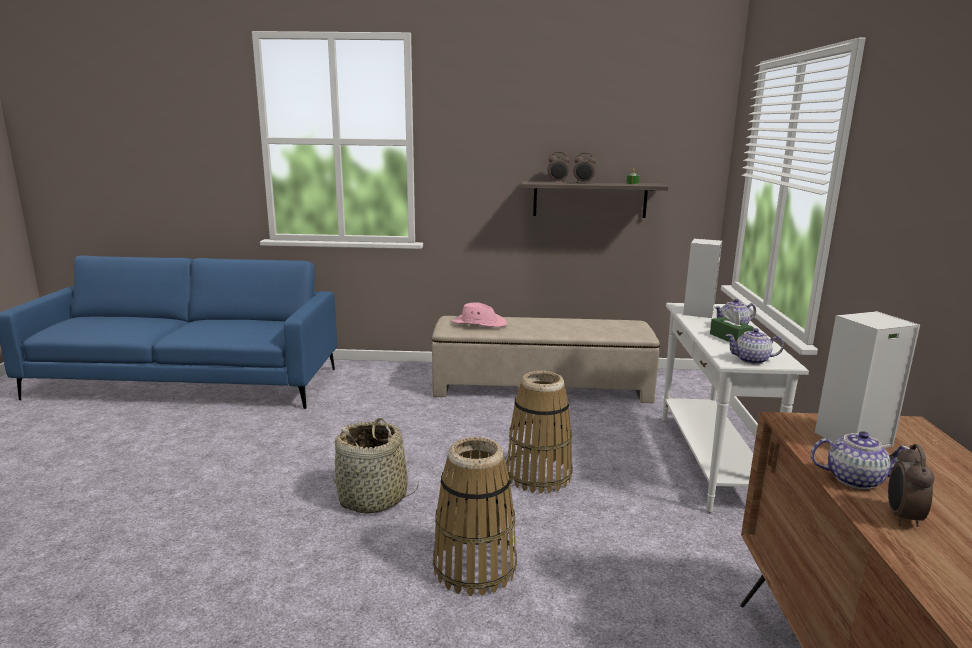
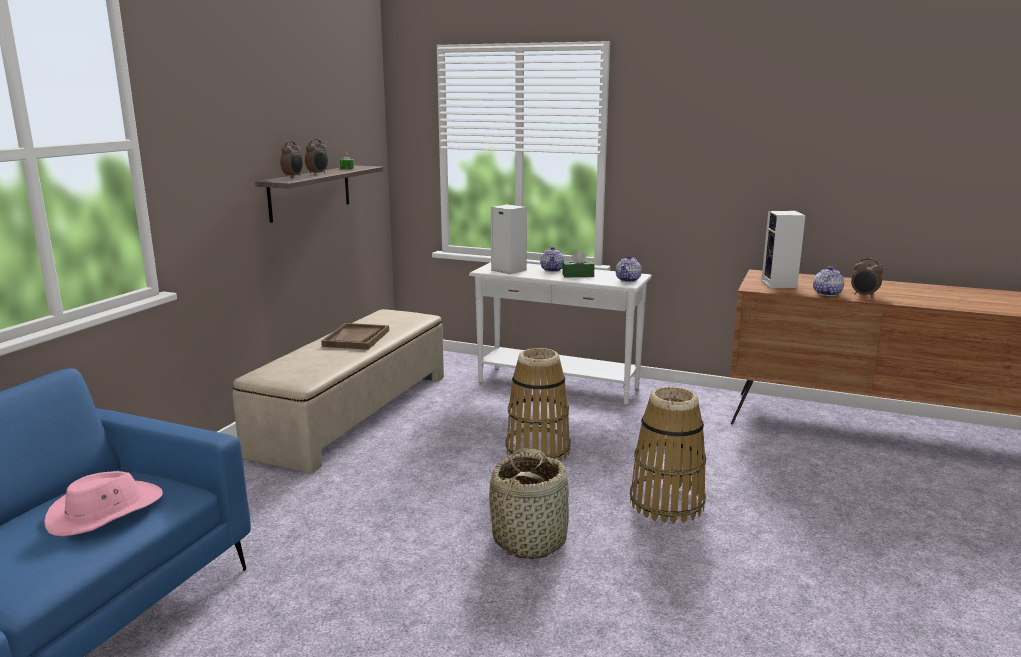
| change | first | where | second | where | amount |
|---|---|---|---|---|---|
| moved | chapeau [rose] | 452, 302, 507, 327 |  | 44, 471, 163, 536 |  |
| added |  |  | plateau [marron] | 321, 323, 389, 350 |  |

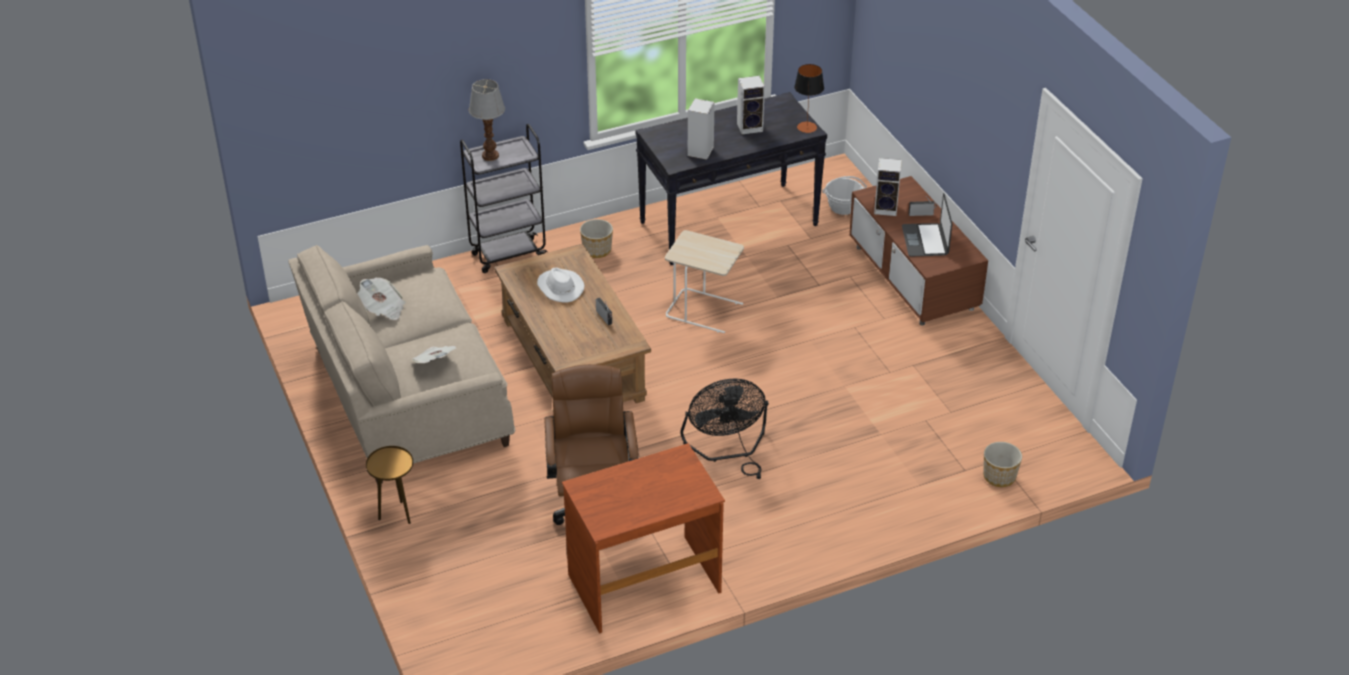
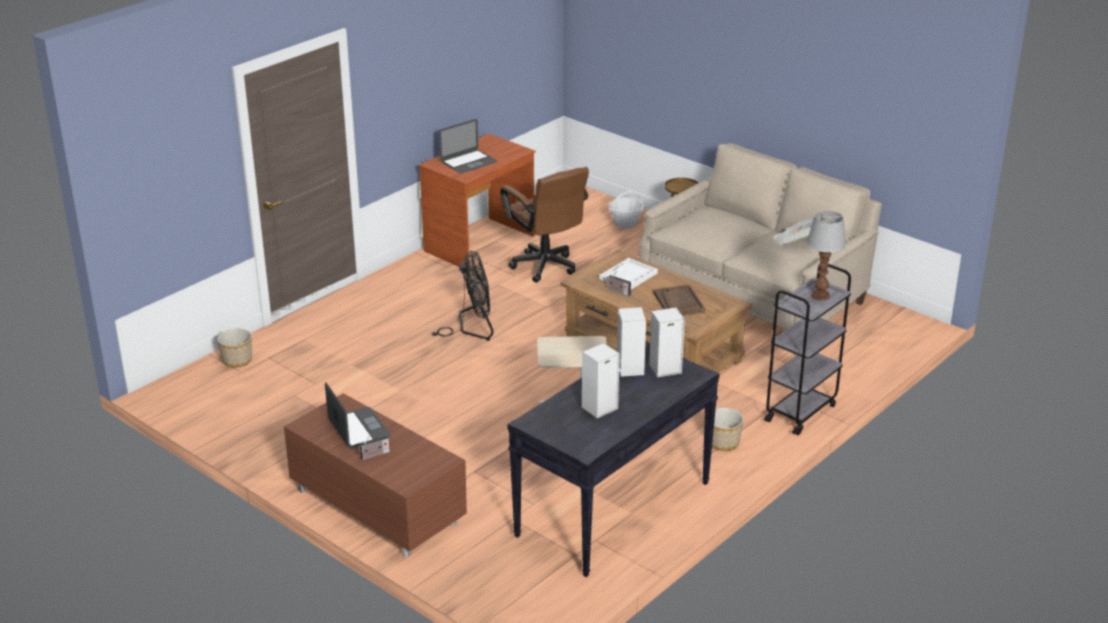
| change | first | where | second | where | amount |
|---|---|---|---|---|---|
| removed | journal | 412, 346, 456, 363 |  |  |  |
| replaced | chapeau [blanc] | 537, 268, 585, 302 | plateau [marron] | 653, 285, 705, 316 |  |
| turned | ventilateur [noir] | 680, 379, 769, 479 |  | 431, 251, 493, 341 | 60 degrees counterclockwise |
| removed | lampe de table | 794, 64, 824, 133 |  |  |  |
| moved | panier | 822, 176, 867, 215 |  | 608, 191, 644, 228 |  |
| moved | enceinte | 874, 158, 902, 216 |  | 649, 307, 685, 378 |  |
| added |  |  | ordinateur portable | 439, 119, 497, 173 |  |
| added |  |  | plateau [blanc] | 599, 258, 658, 289 |  |

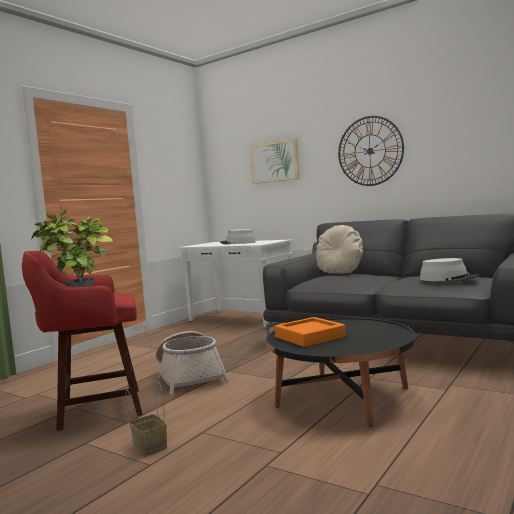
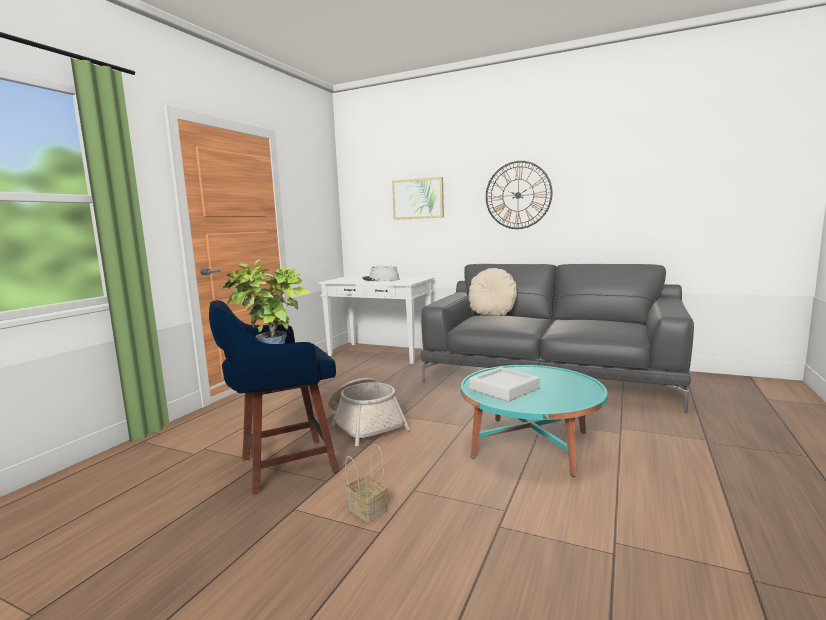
| change | first | where | second | where | amount |
|---|---|---|---|---|---|
| recoloured | tabouret [rouge] | 22, 251, 143, 431 | tabouret [bleu] | 209, 300, 339, 495 |  |
| recoloured | table basse [noir] | 266, 318, 416, 426 | table basse [turquoise] | 461, 365, 607, 477 |  |
| recoloured | plateau [orange] | 275, 317, 346, 347 | plateau [gris] | 469, 367, 540, 402 |  |
| removed | chapeau [gris] | 420, 258, 480, 282 |  |  |  |

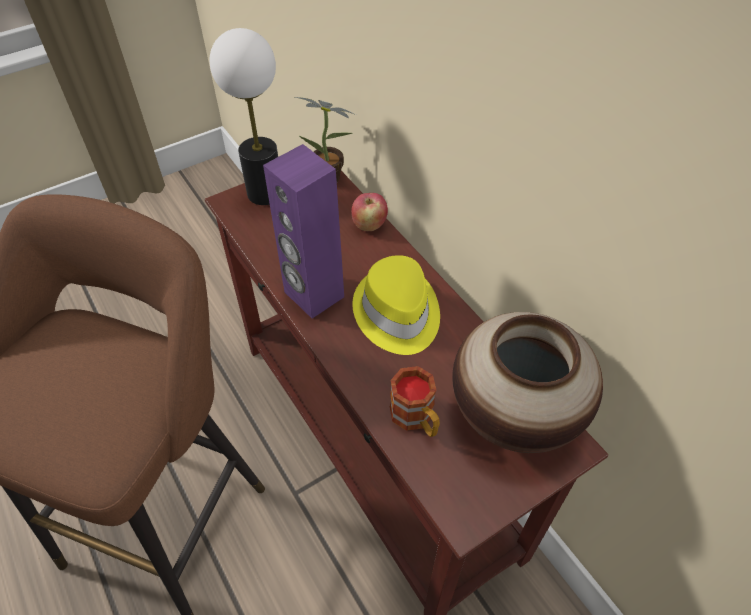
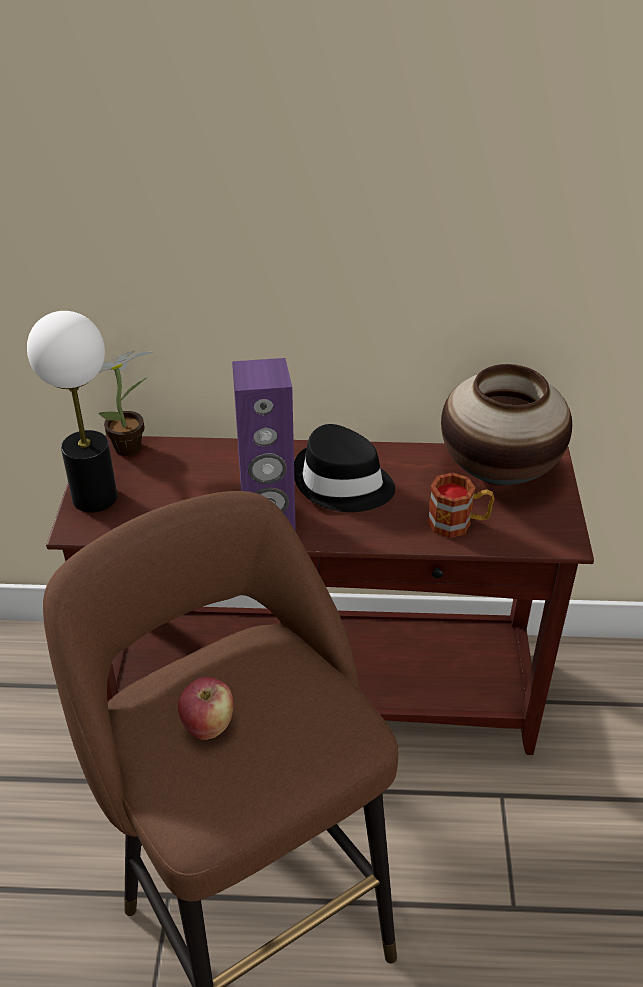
| change | first | where | second | where | amount |
|---|---|---|---|---|---|
| moved | pomme | 351, 193, 388, 231 |  | 178, 677, 233, 740 |  |
| recoloured | chapeau [jaune] | 352, 255, 440, 355 | chapeau [noir] | 294, 424, 395, 512 |  |

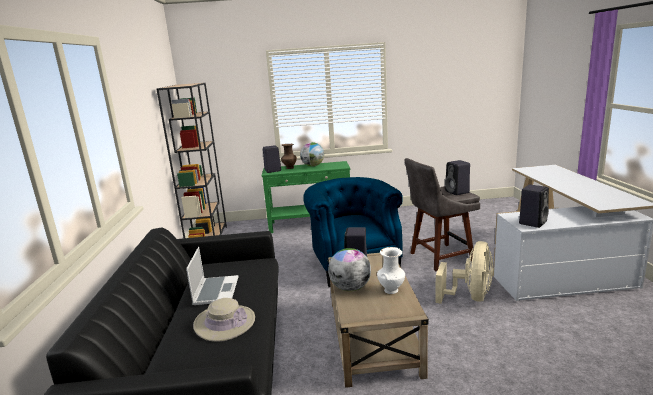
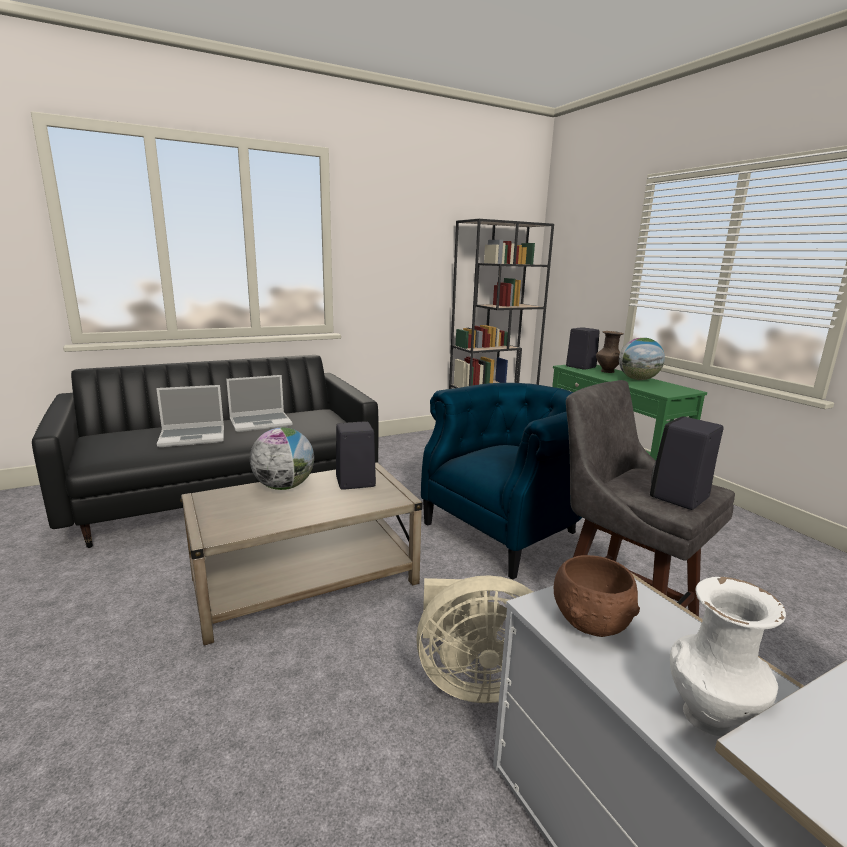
| change | first | where | second | where | amount |
|---|---|---|---|---|---|
| replaced | chapeau [beige] | 193, 298, 255, 342 | ordinateur portable | 156, 385, 224, 447 |  |
| moved | vase [blanc] | 377, 247, 405, 294 |  | 670, 577, 786, 737 |  |
| replaced | enceinte [noir] | 519, 185, 549, 228 | bol [marron] | 554, 555, 640, 637 |  |

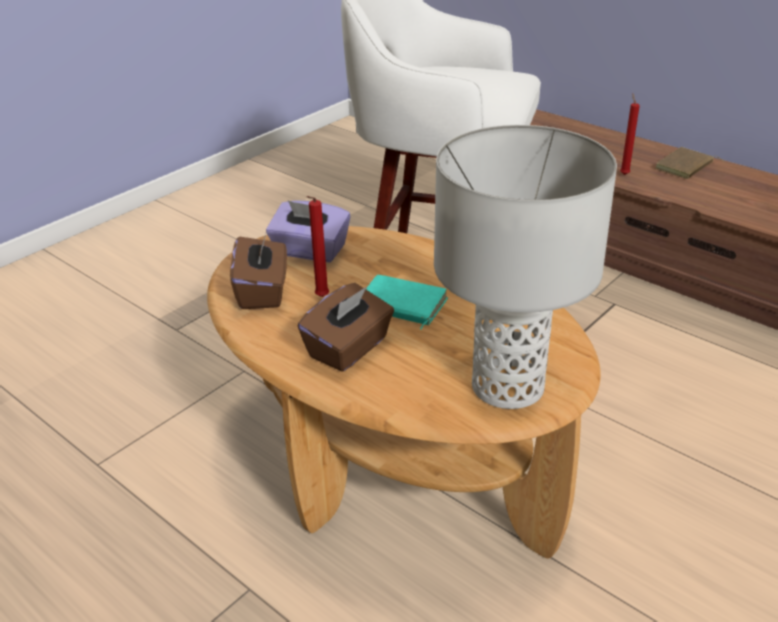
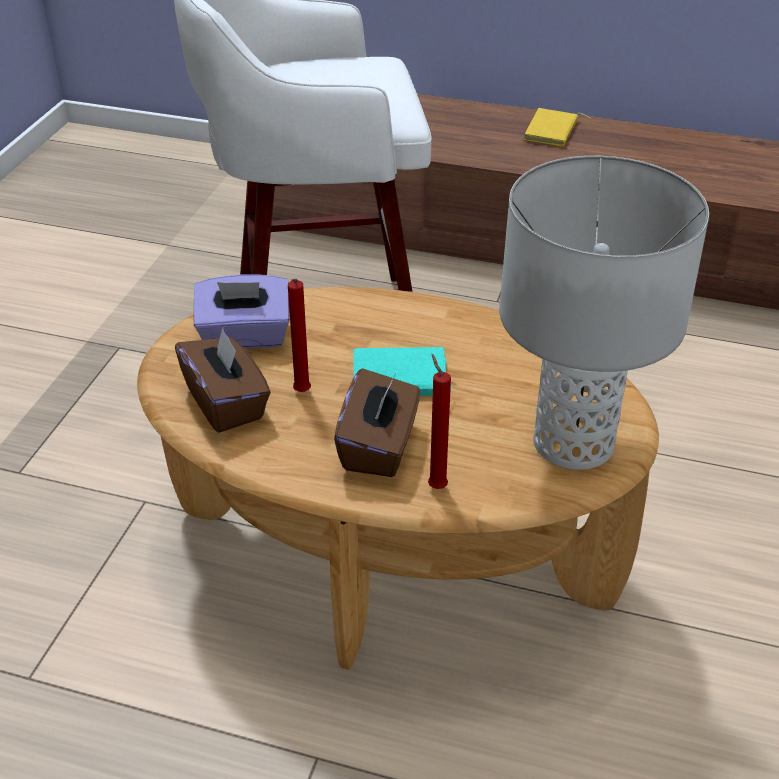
| change | first | where | second | where | amount |
|---|---|---|---|---|---|
| moved | bougie [rouge] | 620, 94, 640, 175 |  | 428, 354, 451, 489 |  |
| recoloured | livre [marron] | 655, 147, 725, 179 | livre [jaune] | 523, 108, 590, 147 |  |

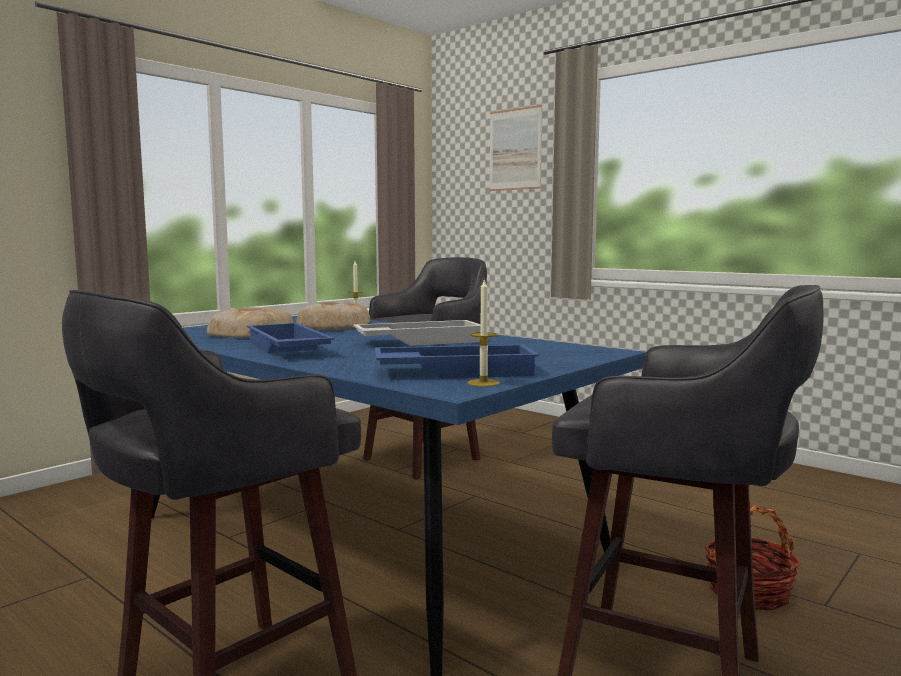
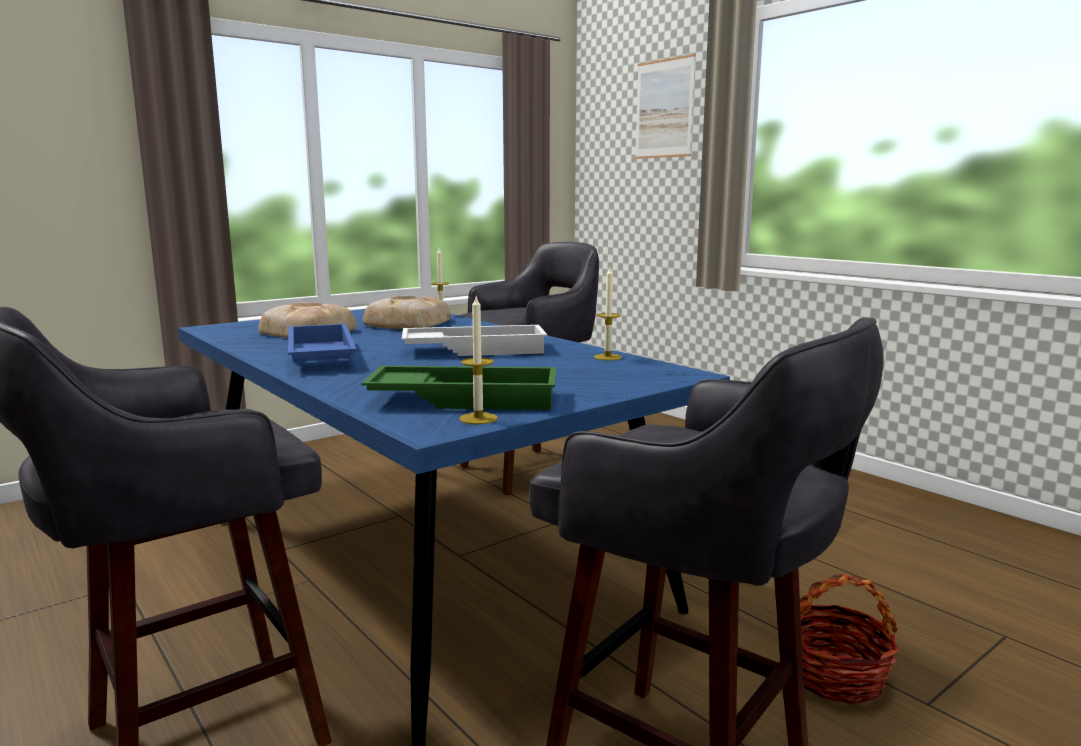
| change | first | where | second | where | amount |
|---|---|---|---|---|---|
| recoloured | plateau [bleu] | 375, 344, 539, 378 | plateau [vert] | 361, 366, 556, 410 |  |
| added |  |  | bougie | 594, 268, 622, 360 |  |

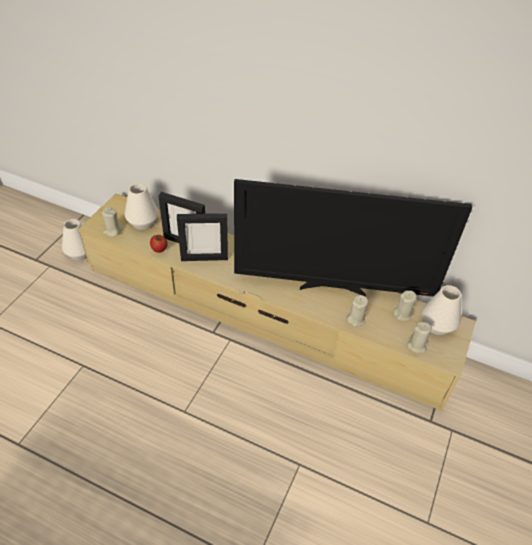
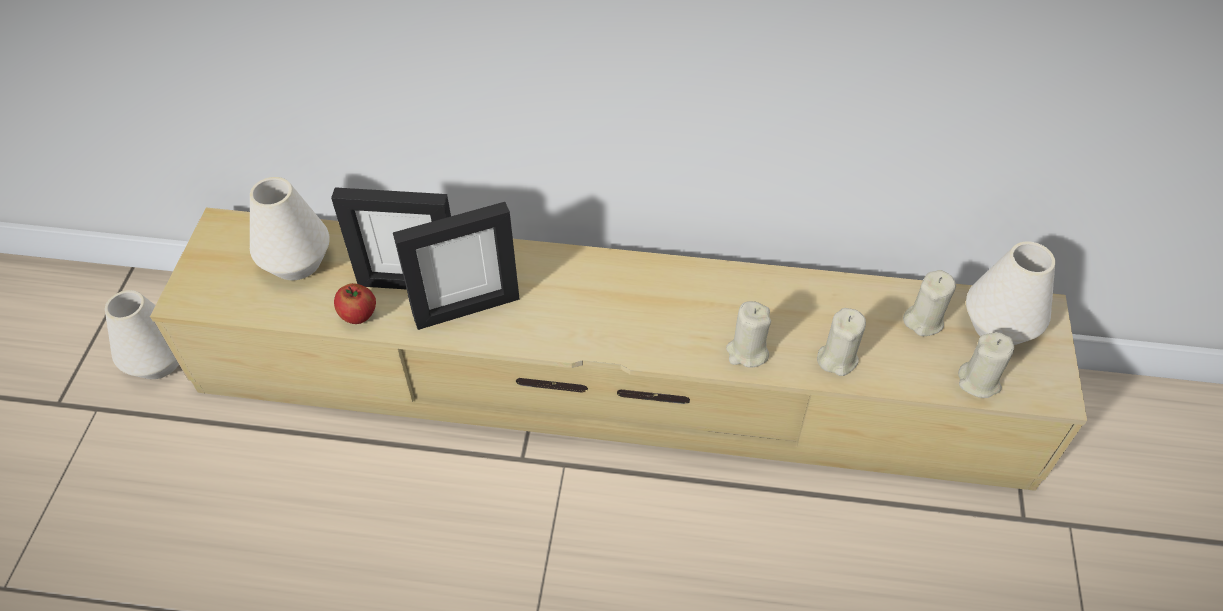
| change | first | where | second | where | amount |
|---|---|---|---|---|---|
| moved | bougie [beige] | 102, 207, 122, 237 |  | 726, 301, 771, 368 |  |
| removed | téléviseur | 234, 179, 472, 297 |  |  |  |

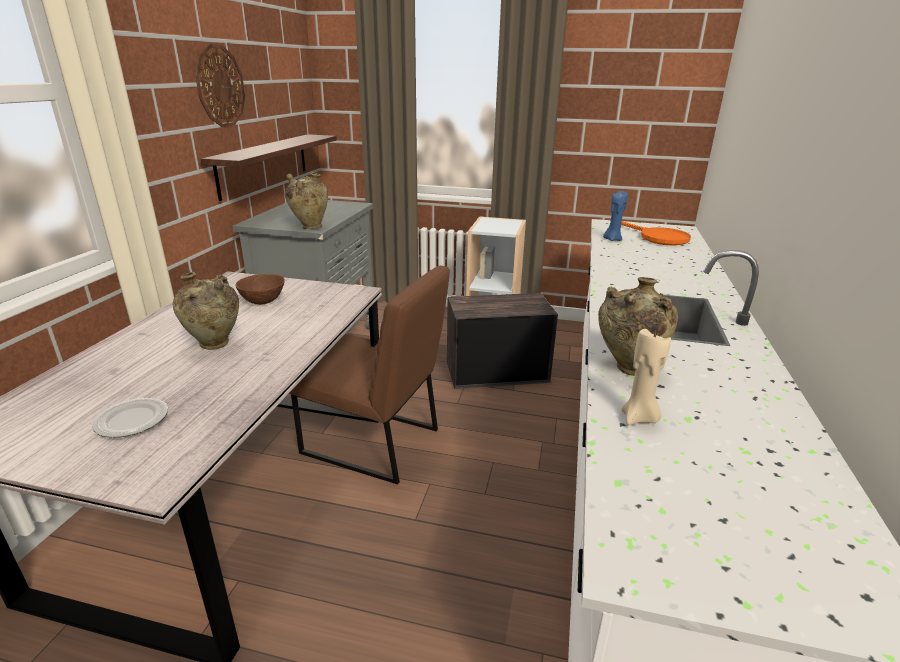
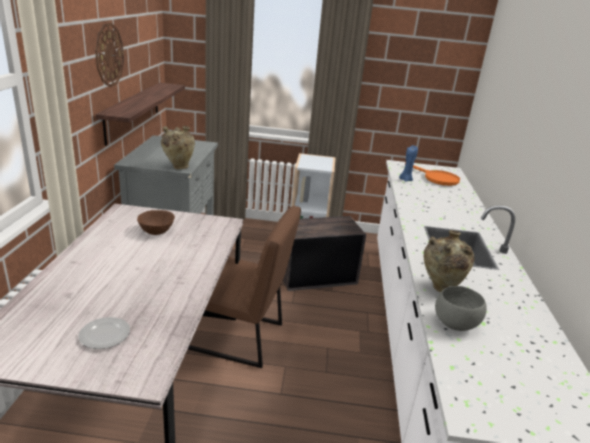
| change | first | where | second | where | amount |
|---|---|---|---|---|---|
| removed | vase [beige] | 173, 272, 239, 350 |  |  |  |
| replaced | bougie [beige] | 622, 329, 671, 425 | bol [gris] | 435, 286, 487, 331 |  |

